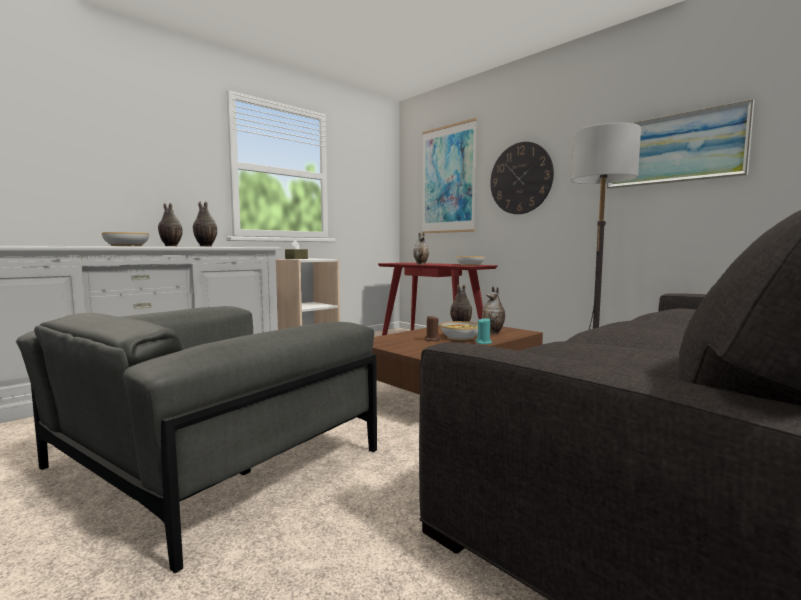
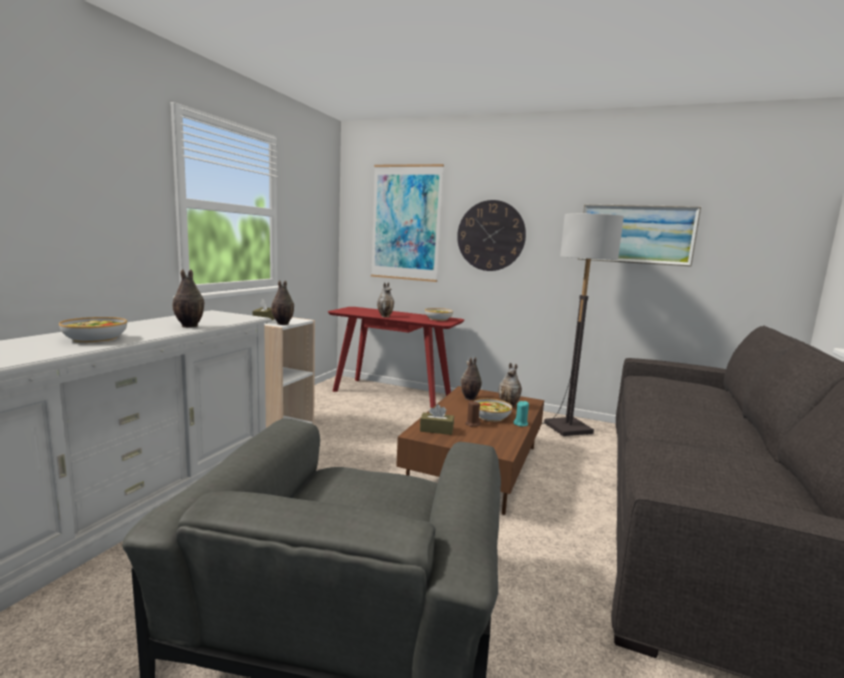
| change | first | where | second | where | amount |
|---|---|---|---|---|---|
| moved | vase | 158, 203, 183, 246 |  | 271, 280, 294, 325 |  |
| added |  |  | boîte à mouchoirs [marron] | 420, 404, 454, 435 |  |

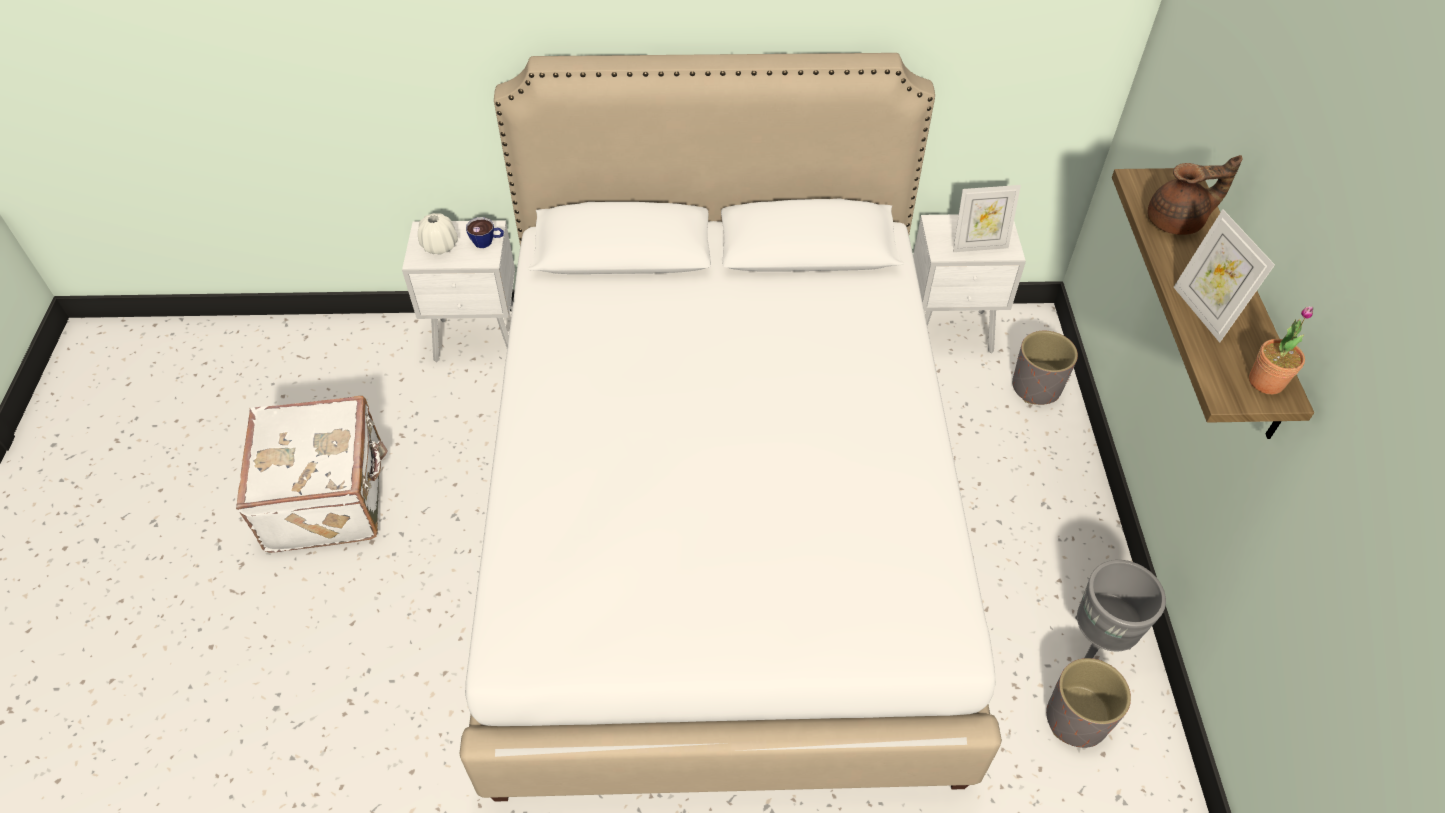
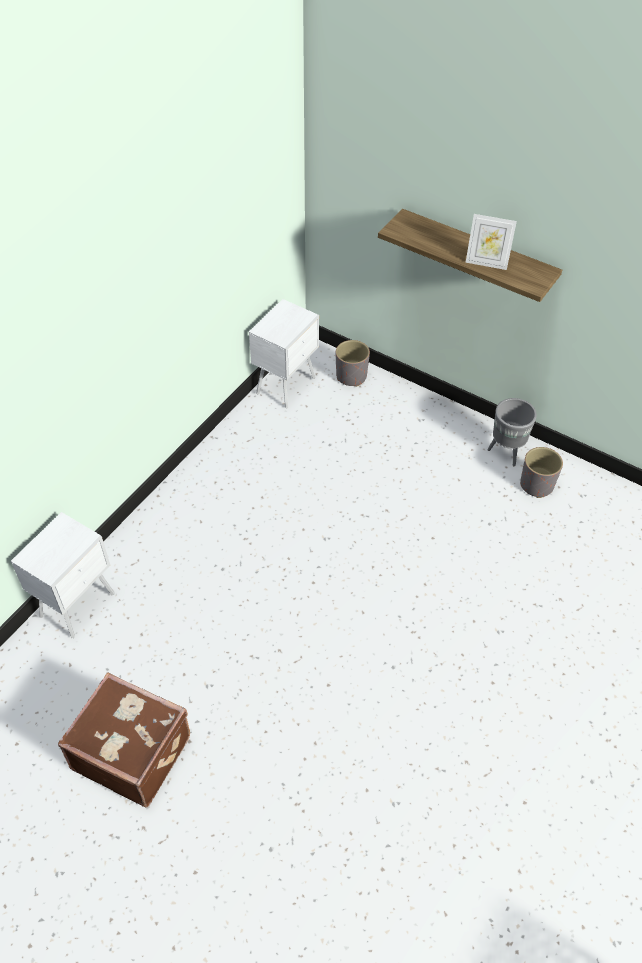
| change | first | where | second | where | amount |
|---|---|---|---|---|---|
| recoloured | valise [blanc] | 236, 396, 388, 553 | valise [marron] | 58, 672, 190, 808 |  |
| removed | vase [blanc] | 418, 213, 458, 255 |  |  |  |
| removed | lit [blanc] | 459, 53, 1002, 802 |  |  |  |
| removed | tasse | 466, 217, 504, 248 |  |  |  |
| removed | cadre photo | 953, 185, 1021, 252 |  |  |  |
| removed | théière [marron] | 1148, 155, 1242, 235 |  |  |  |
| removed | plante en pot | 1249, 306, 1313, 394 |  |  |  |

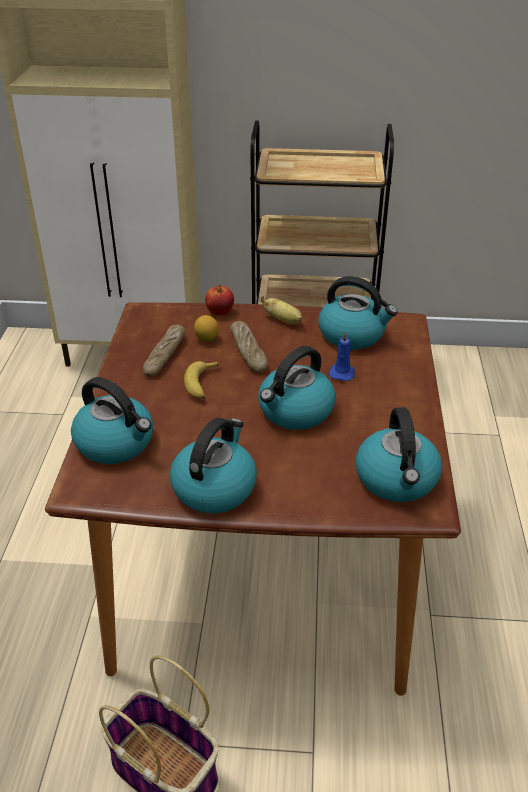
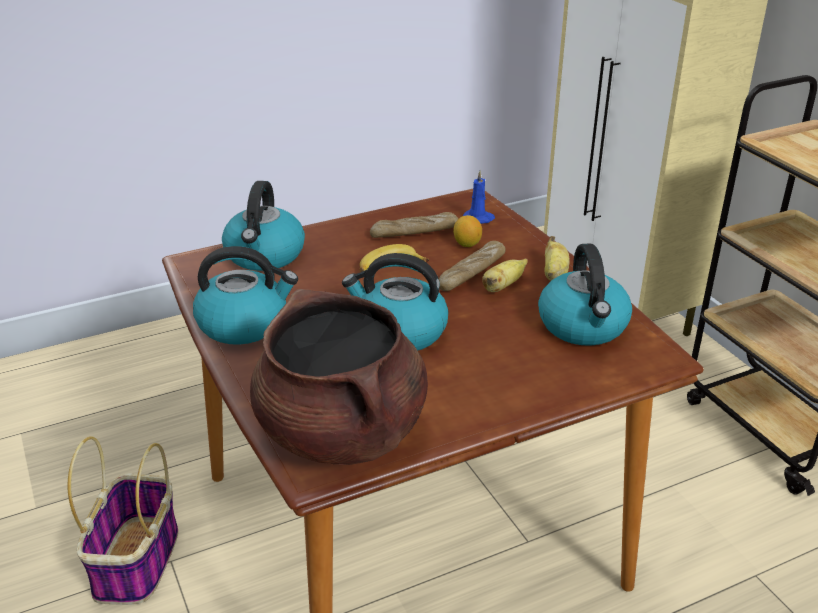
| change | first | where | second | where | amount |
|---|---|---|---|---|---|
| removed | pomme | 205, 285, 234, 316 |  |  |  |
| moved | bougie [bleu] | 329, 331, 355, 381 |  | 463, 170, 495, 224 |  |
| replaced | bouilloire | 356, 407, 442, 502 | marmite [marron] | 250, 289, 428, 465 |  |
| added |  |  | banane | 482, 259, 528, 292 |  |

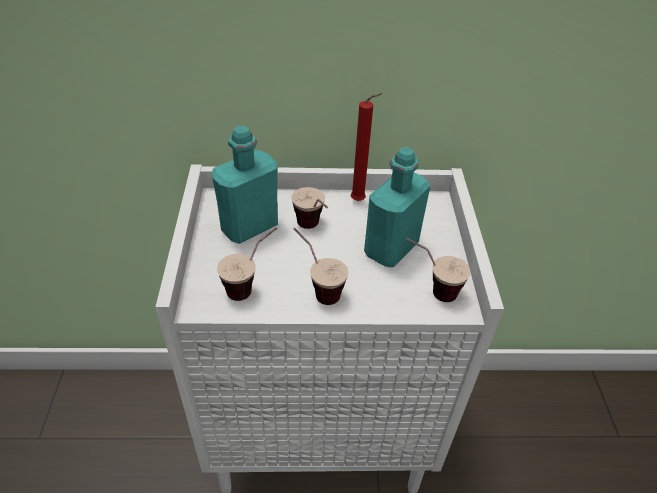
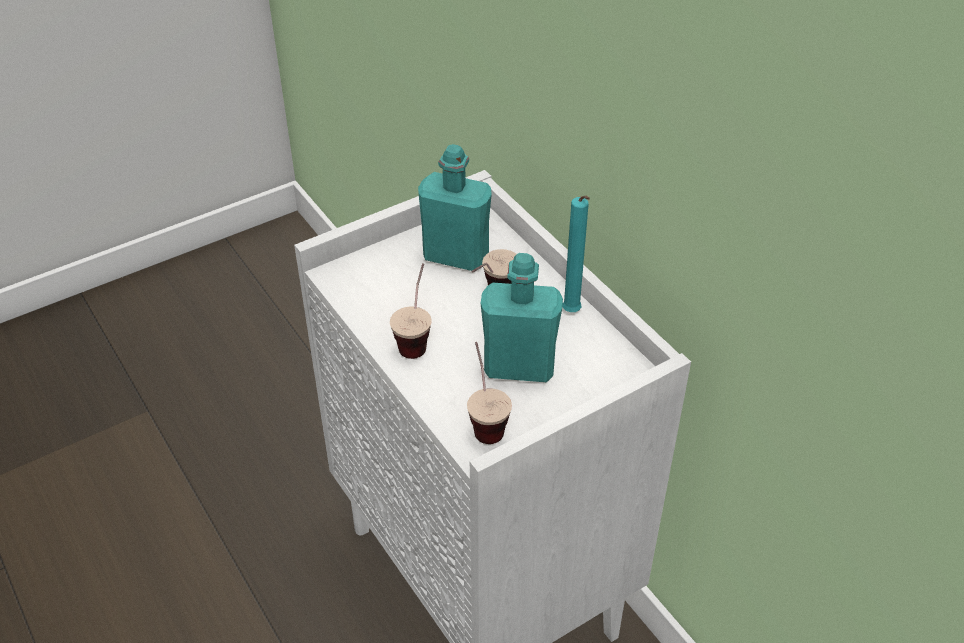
| change | first | where | second | where | amount |
|---|---|---|---|---|---|
| removed | tasse | 217, 227, 277, 301 |  |  |  |
| recoloured | bougie [rouge] | 351, 93, 383, 201 | bougie [turquoise] | 562, 196, 590, 312 |  |

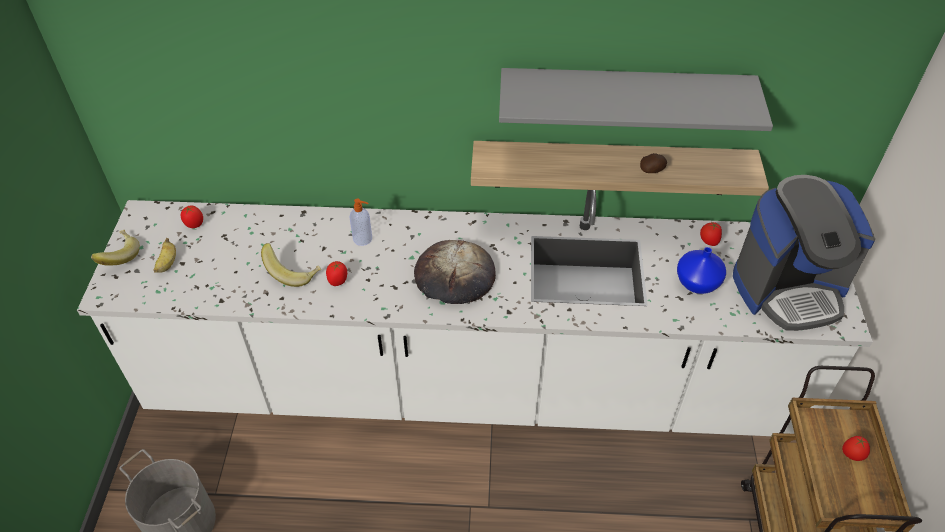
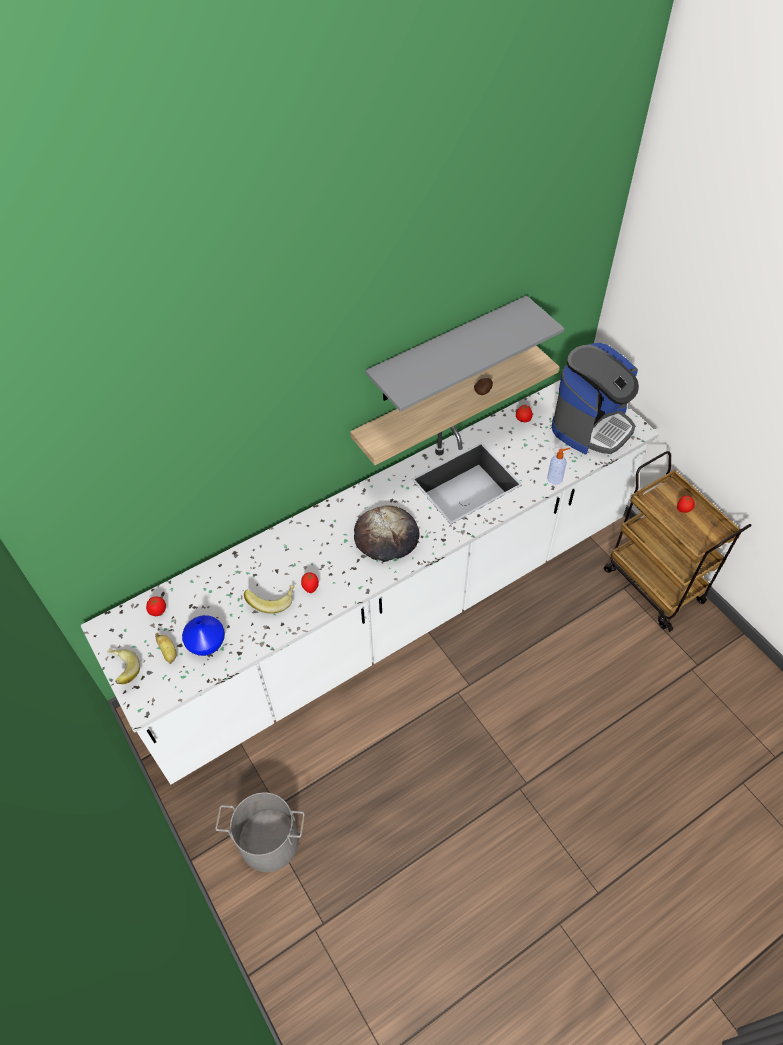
| change | first | where | second | where | amount |
|---|---|---|---|---|---|
| moved | distributeur de savon | 349, 198, 372, 246 |  | 547, 448, 570, 485 |  |
| moved | vase [bleu] | 677, 247, 726, 294 |  | 182, 615, 225, 656 |  |

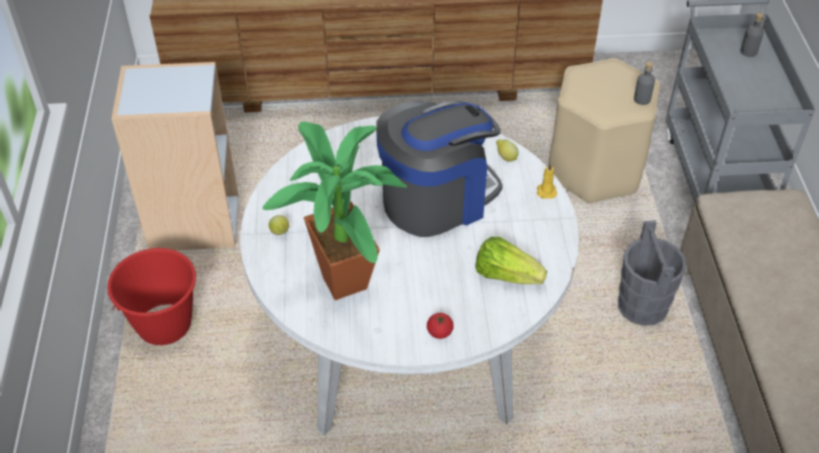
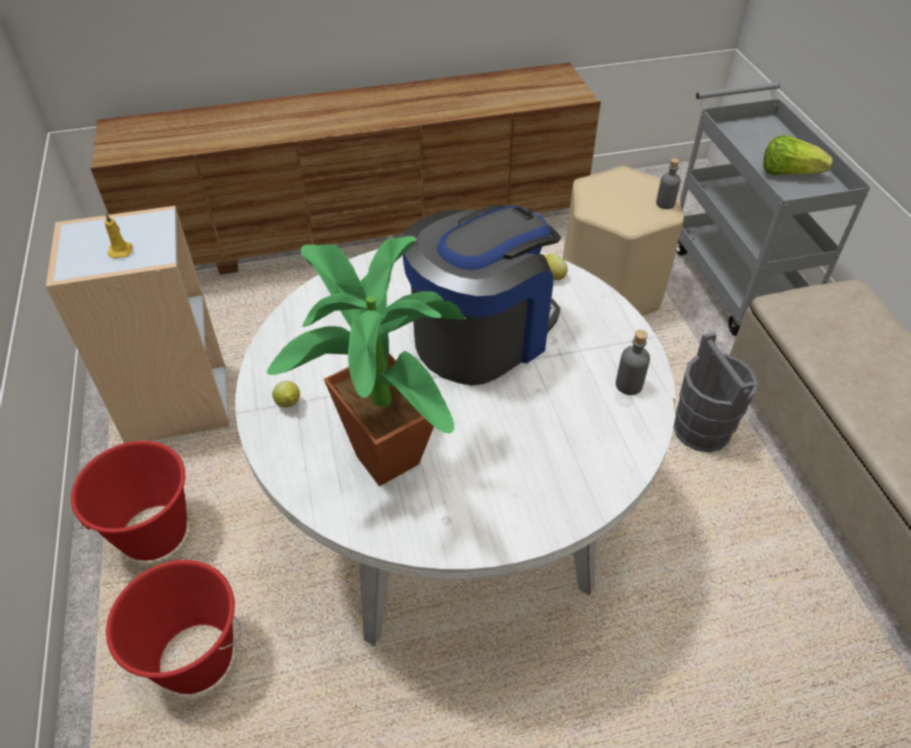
| change | first | where | second | where | amount |
|---|---|---|---|---|---|
| removed | tomate | 427, 313, 454, 339 |  |  |  |
| moved | laitue | 475, 237, 547, 284 |  | 763, 135, 833, 175 |  |
| moved | bougie [jaune] | 537, 163, 557, 199 |  | 104, 213, 132, 258 |  |
| moved | bouteille [gris] | 740, 13, 764, 57 |  | 616, 330, 650, 395 |  |
| added |  |  | seau [rouge] | 106, 560, 242, 694 |  |

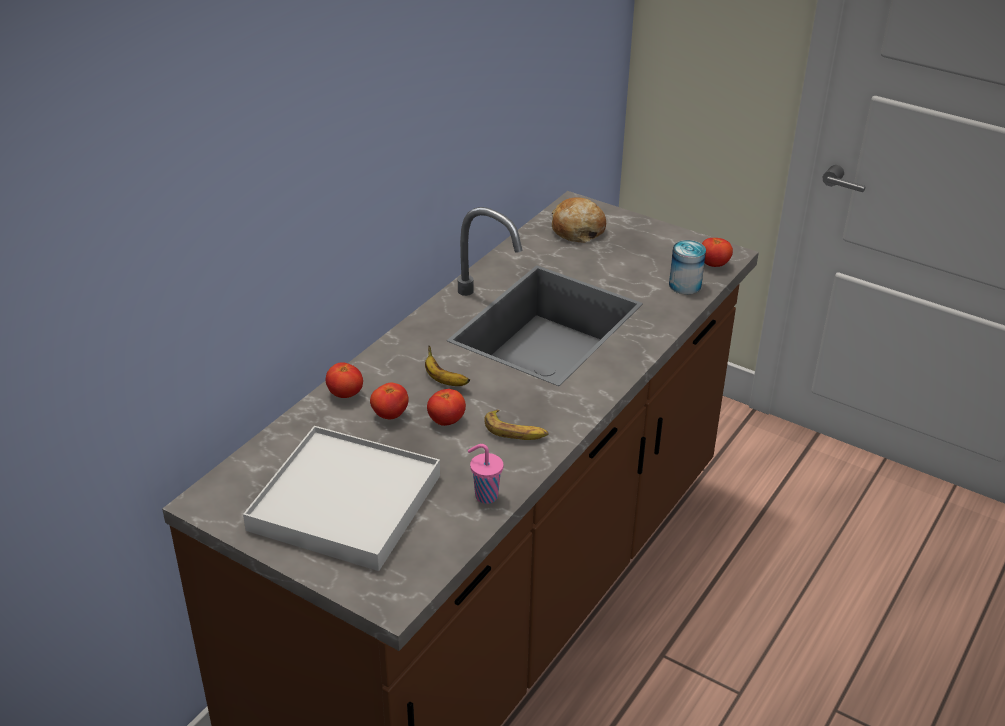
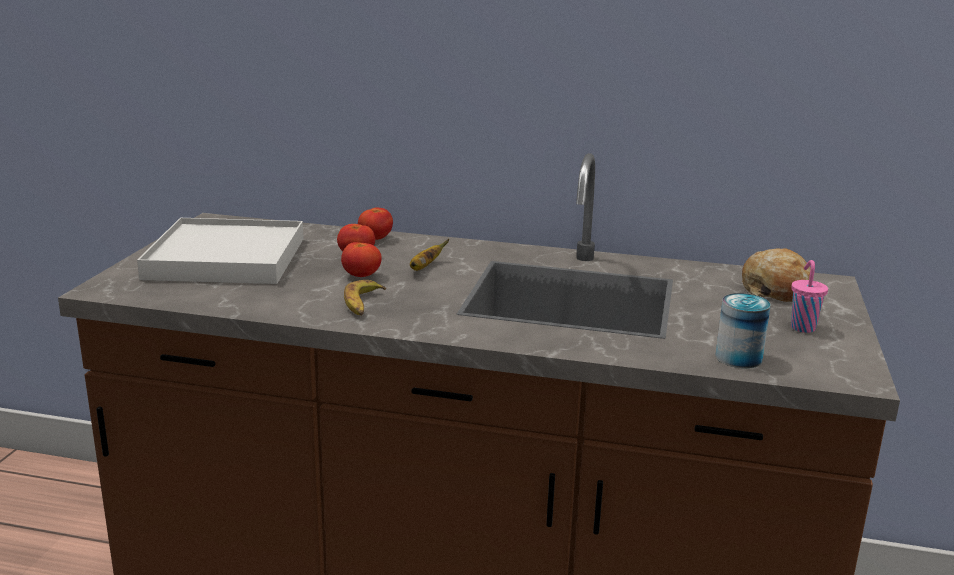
| change | first | where | second | where | amount |
|---|---|---|---|---|---|
| moved | tasse [rose] | 468, 444, 504, 504 |  | 791, 260, 828, 333 |  |
| removed | tomate | 702, 238, 733, 267 |  |  |  |

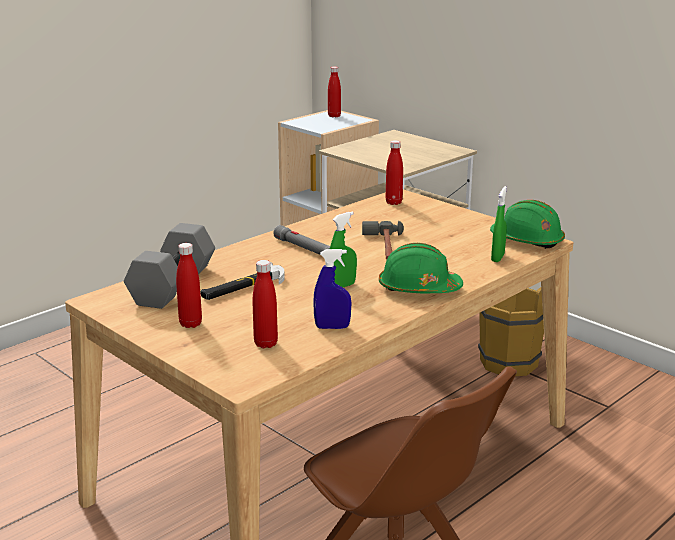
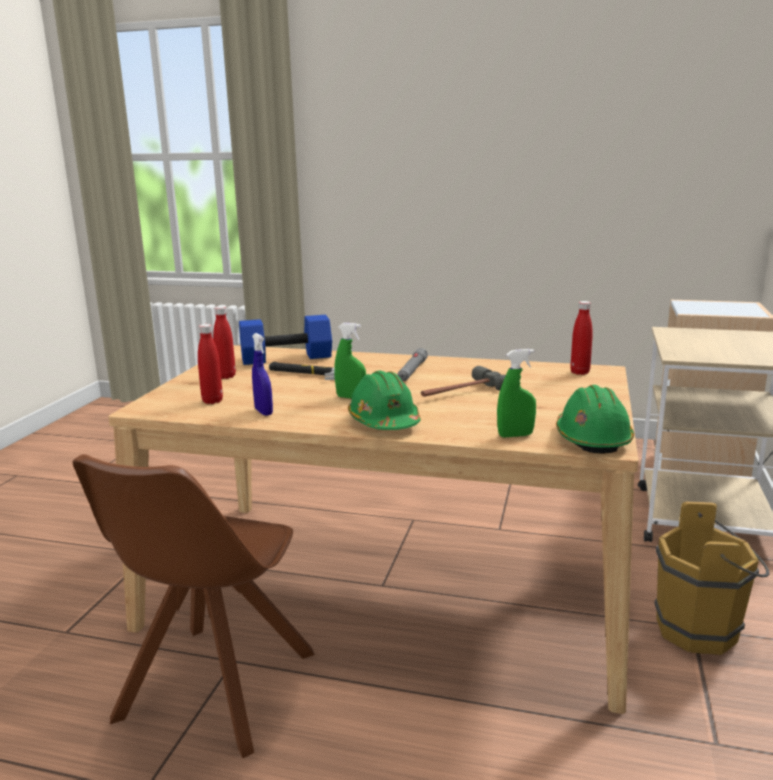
| change | first | where | second | where | amount |
|---|---|---|---|---|---|
| recoloured | haltère [gris] | 124, 223, 215, 309 | haltère [bleu] | 239, 315, 332, 365 |  |
| removed | bouteille [rouge] | 328, 66, 341, 117 |  |  |  |

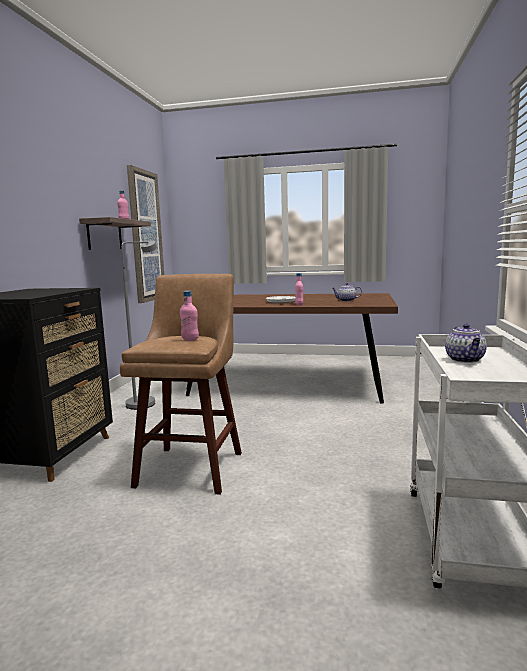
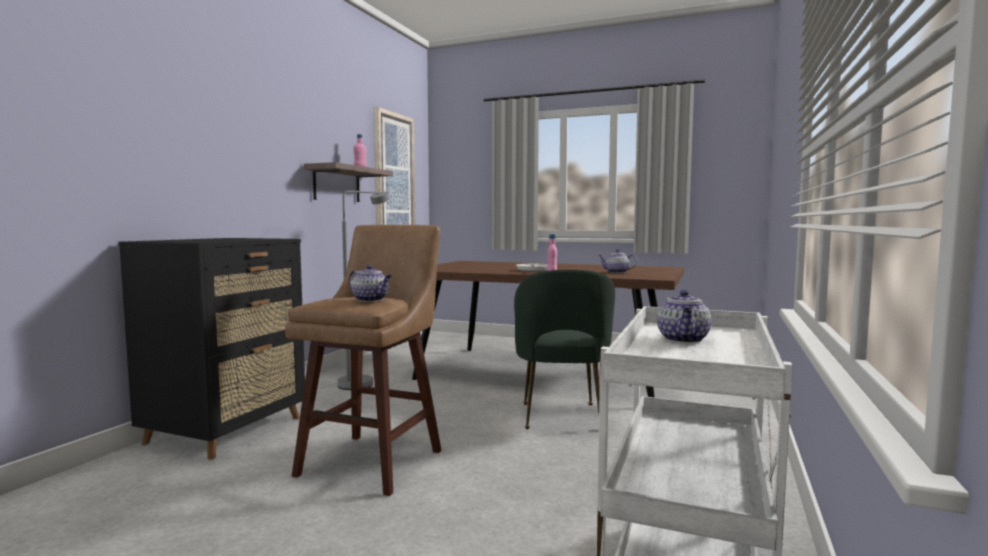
| change | first | where | second | where | amount |
|---|---|---|---|---|---|
| replaced | bouteille [rose] | 180, 291, 199, 341 | théière | 349, 265, 392, 302 |  |
| added |  |  | chaise [vert] | 514, 270, 615, 429 |  |

